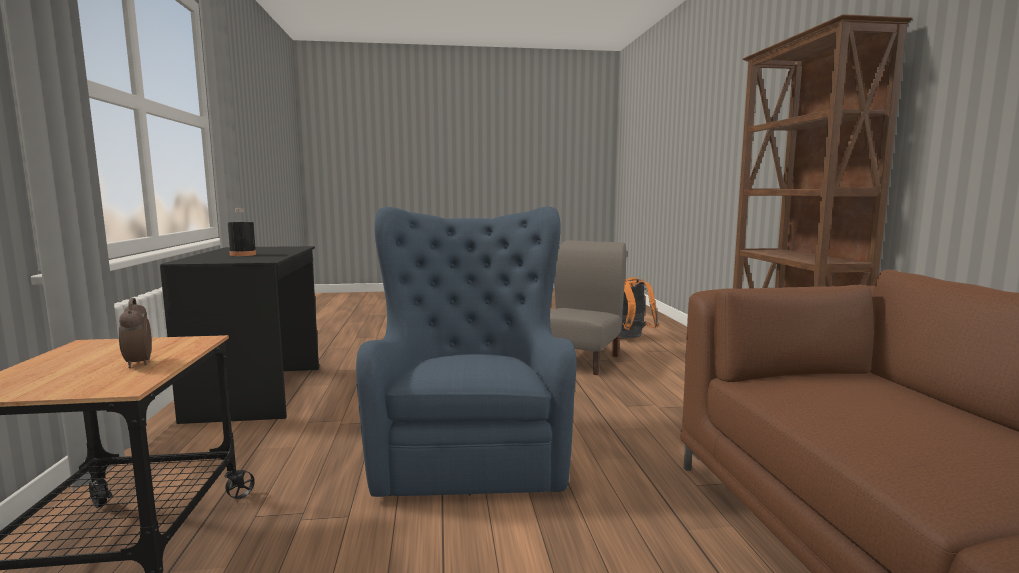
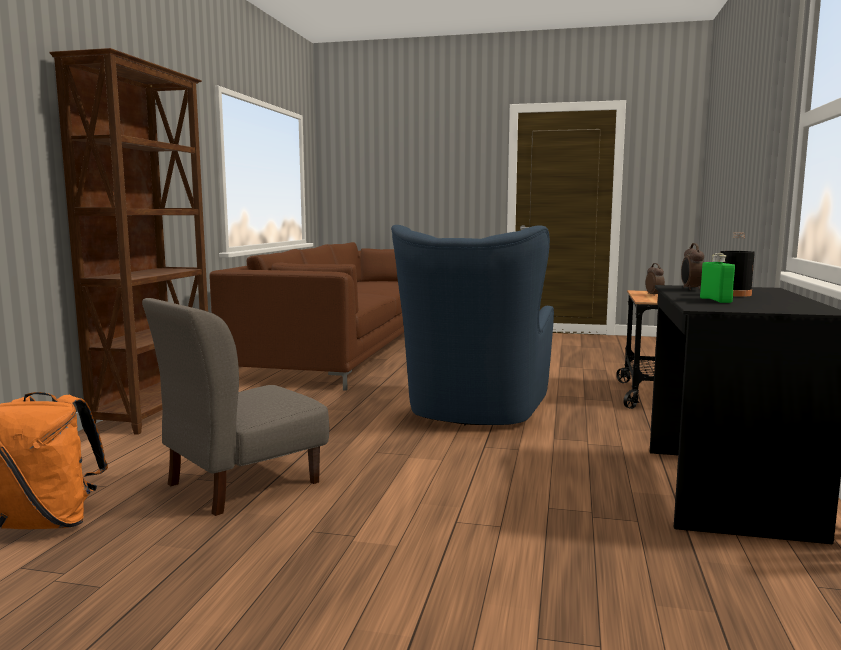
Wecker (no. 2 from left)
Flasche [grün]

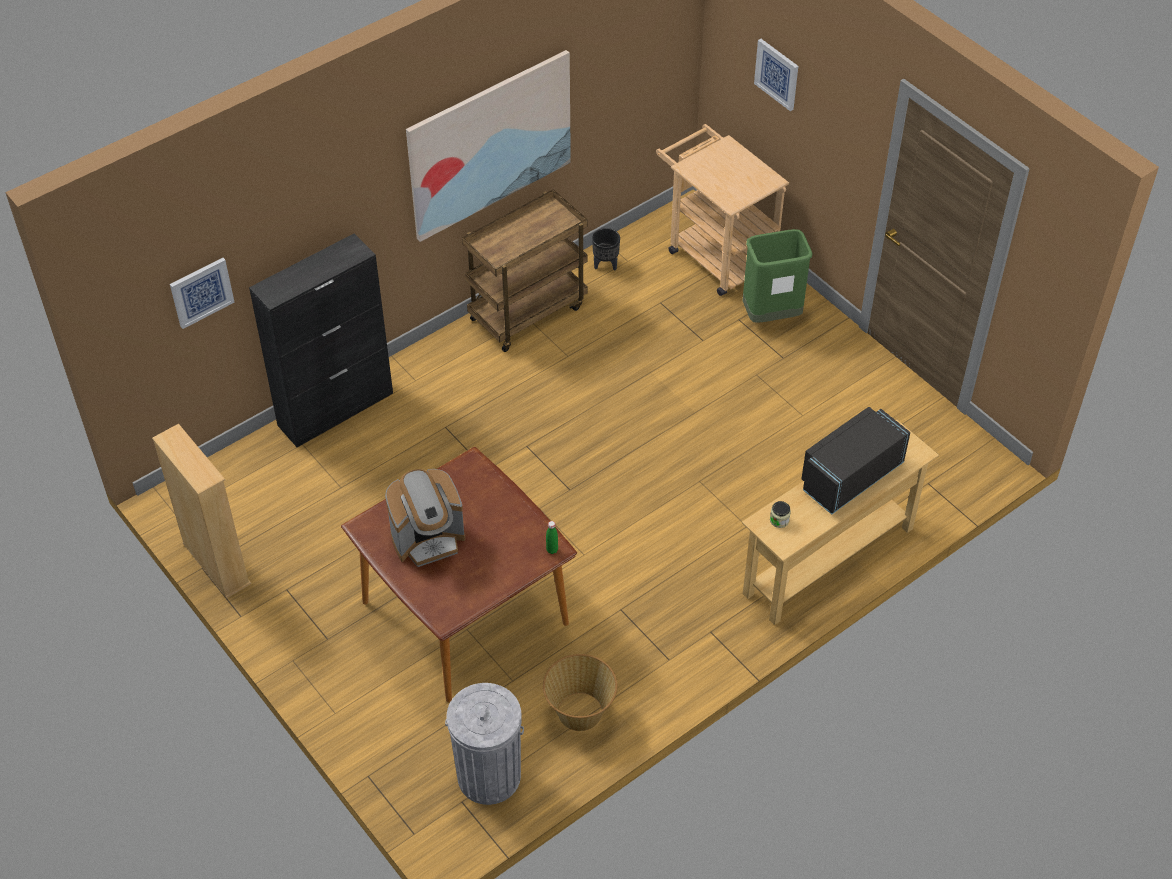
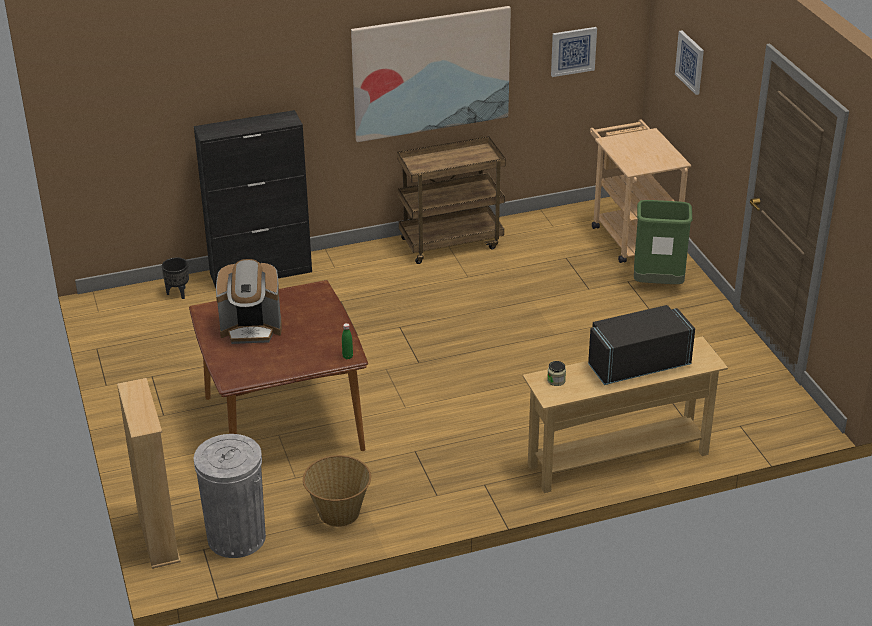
Bücherregal [beige]
Bild (no. 2 from left)
Pflanzkübel [schwarz]

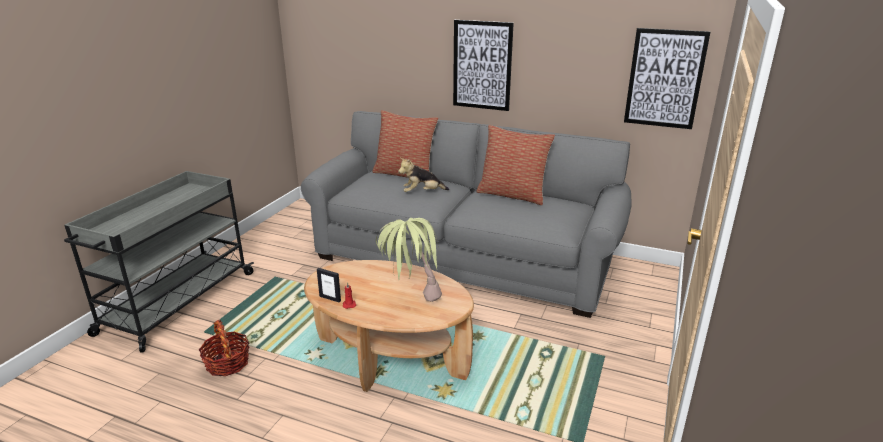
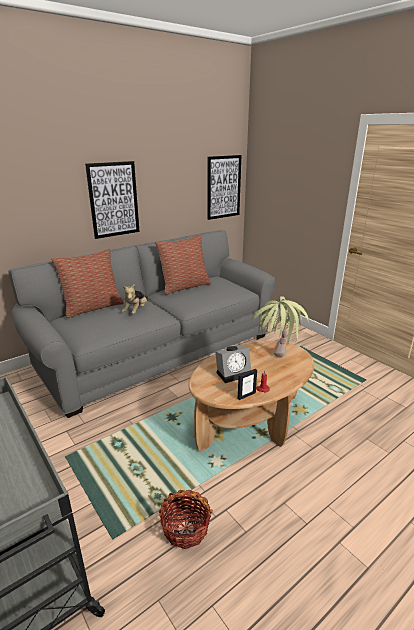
Wecker

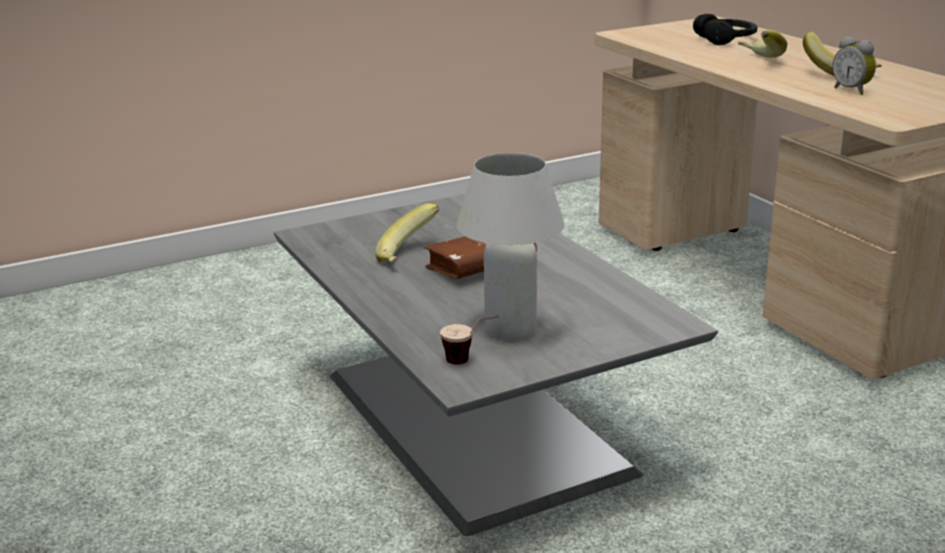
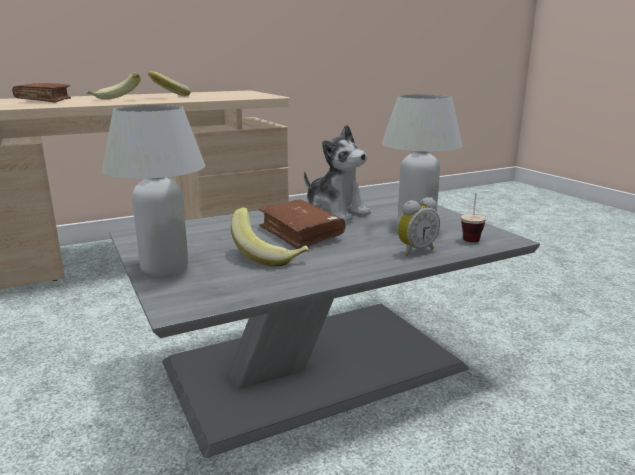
Buch [braun] (no. 1 from left)
Wecker
Tischlampe [weiß] (no. 1 from left)
Plüschtier

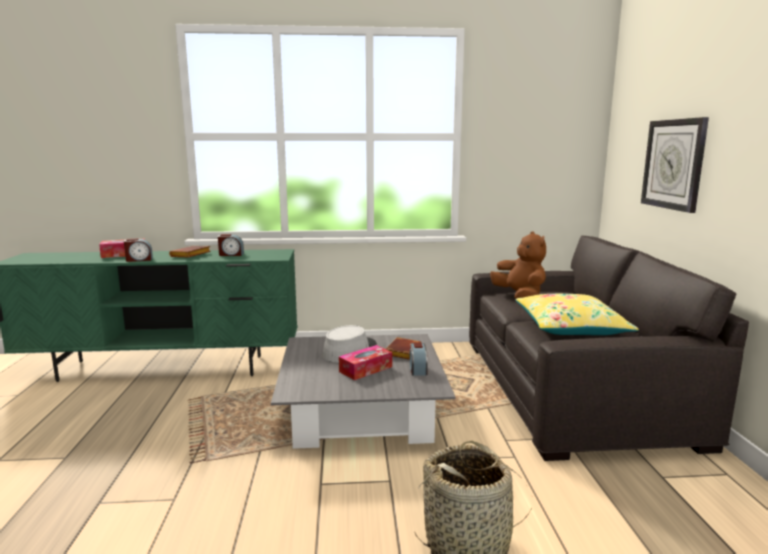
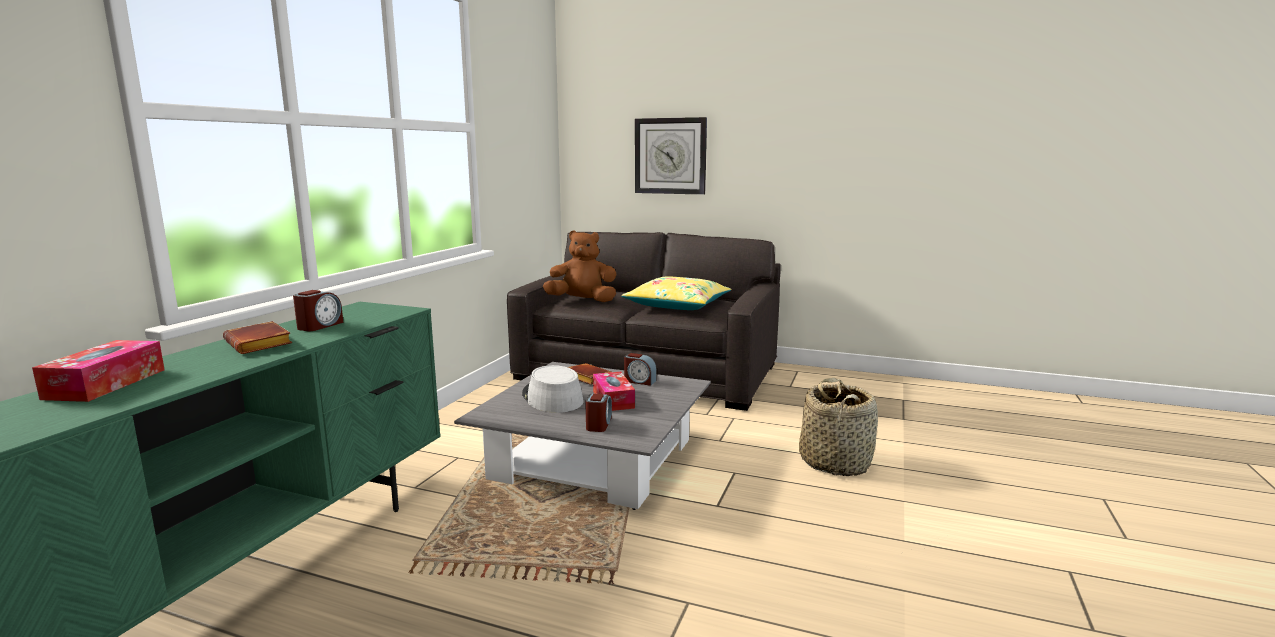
Wecker (no. 2 from left)

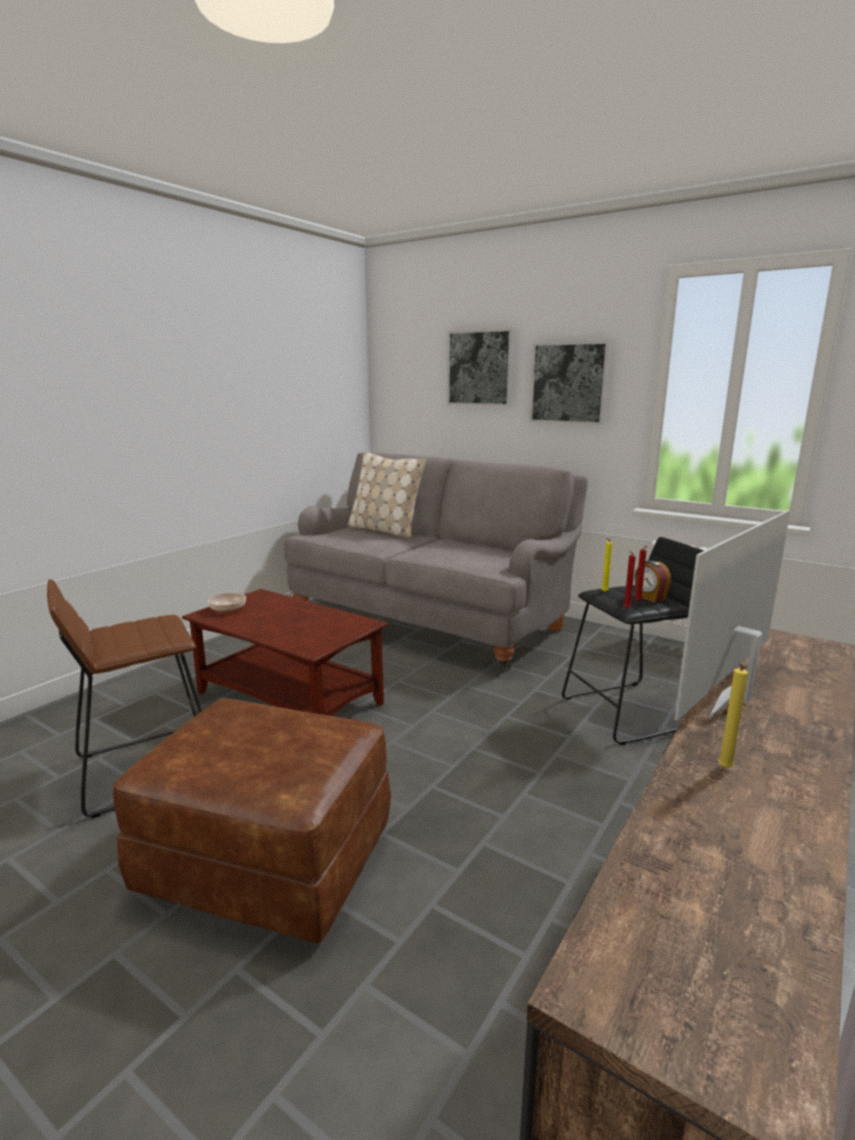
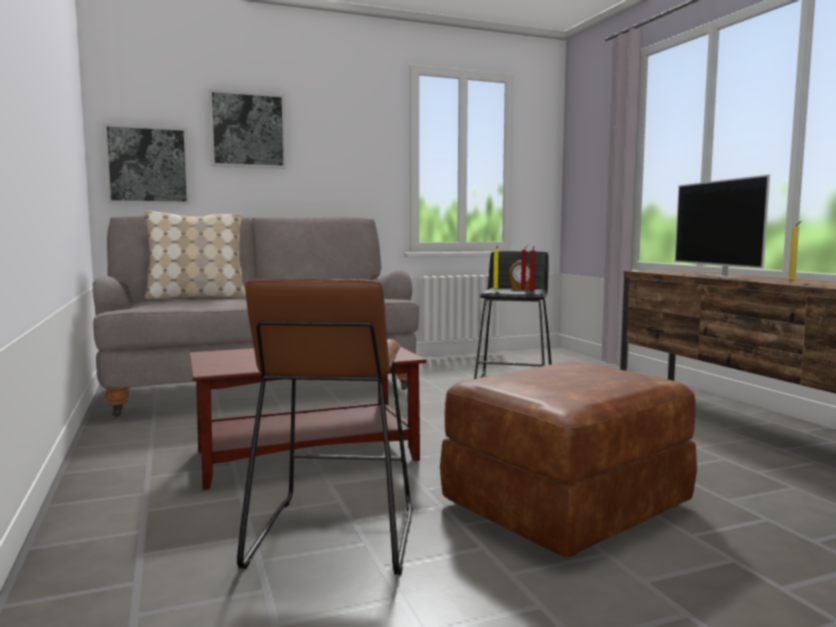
Schüssel
Bild (no. 1 from left)

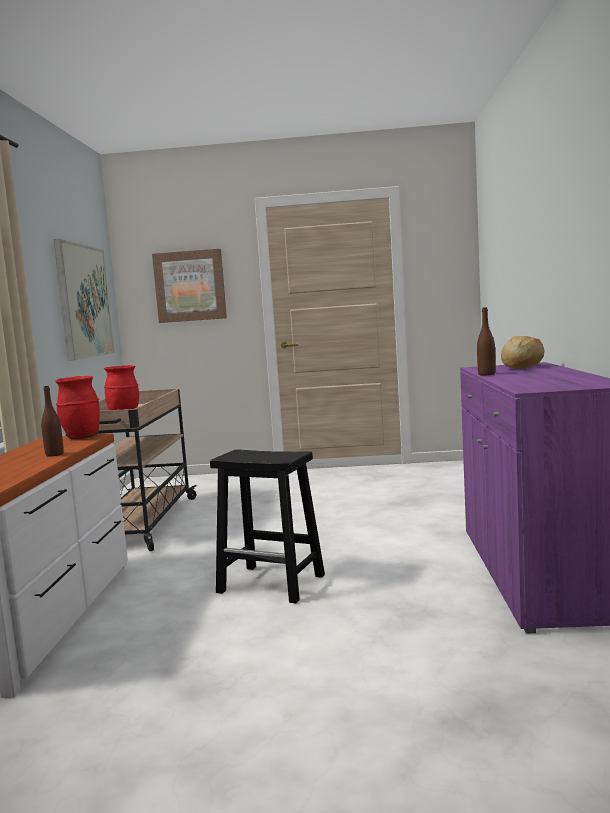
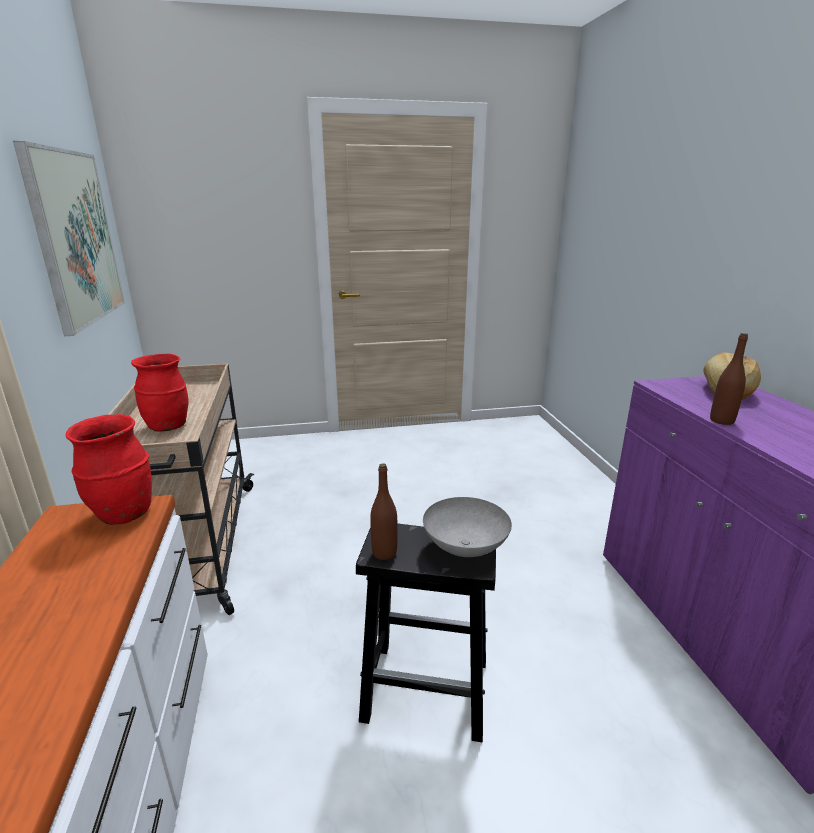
Flasche [braun] (no. 1 from left)
Bild (no. 2 from left in the first image)
Schüssel [grau]

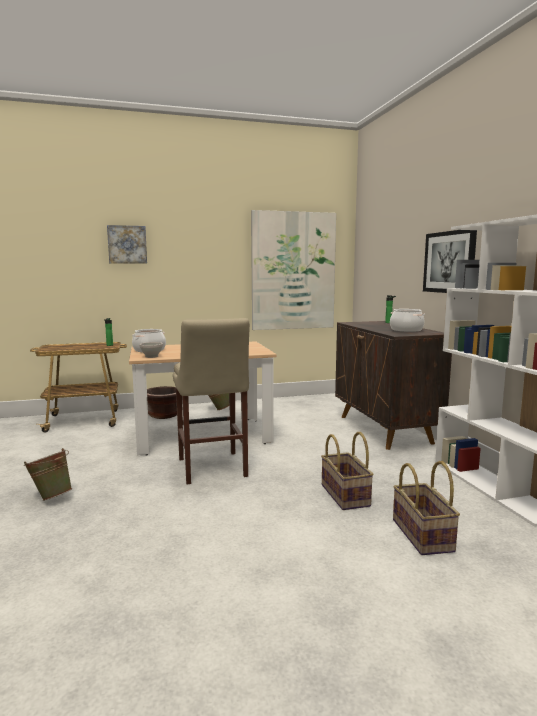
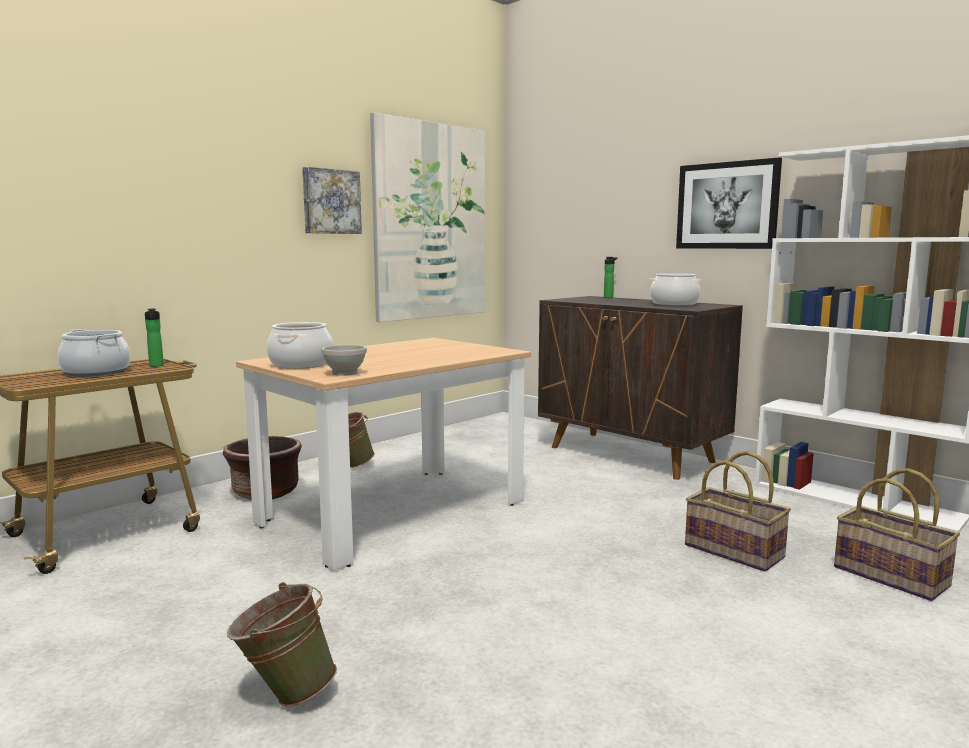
Bild (no. 1 from left)
Hocker [beige]
Kochtopf (no. 1 from left)

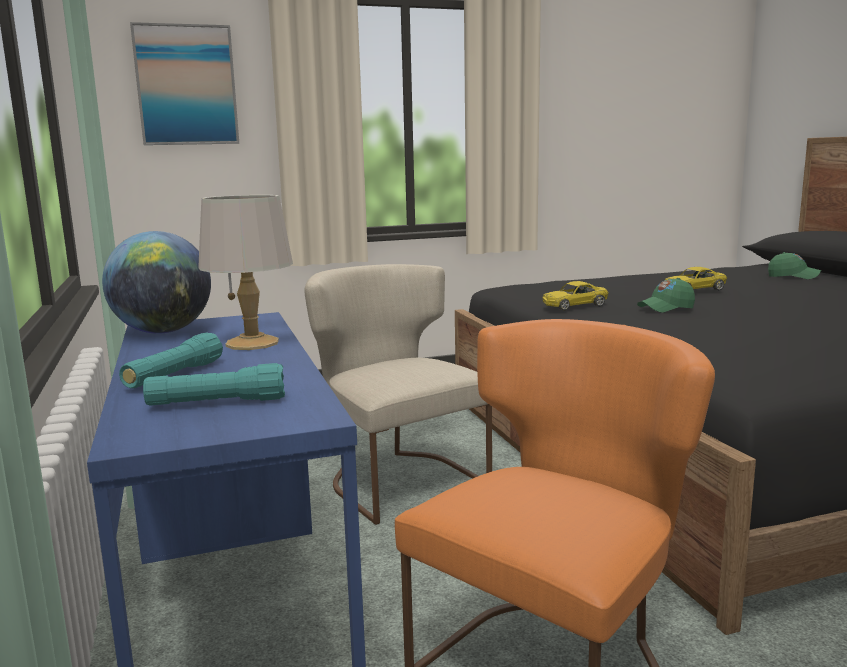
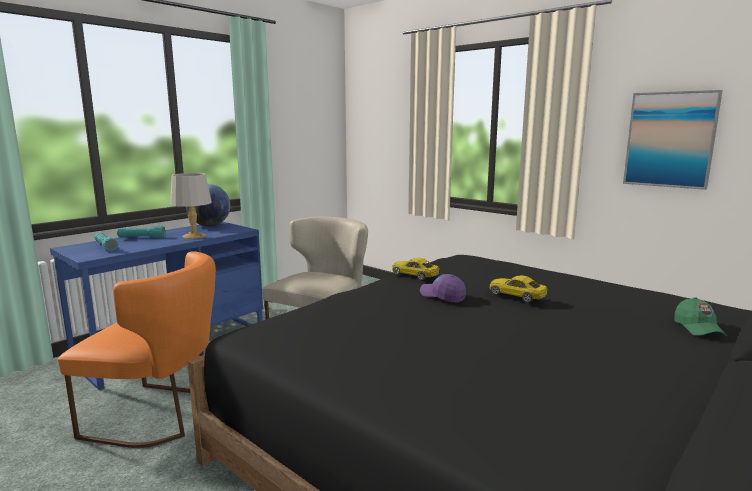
Bild
Kappe [lila]

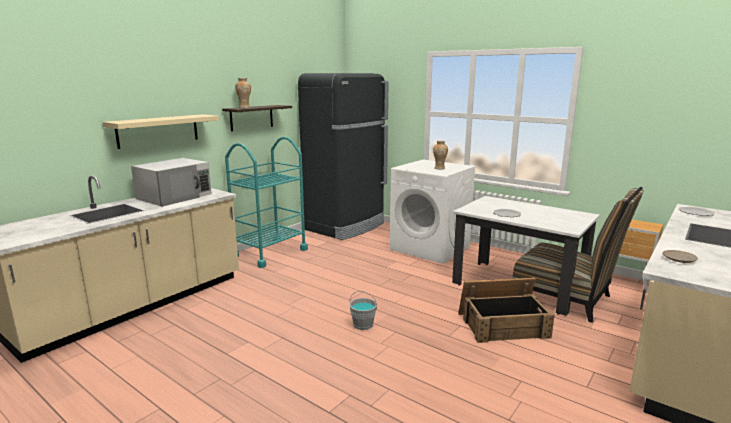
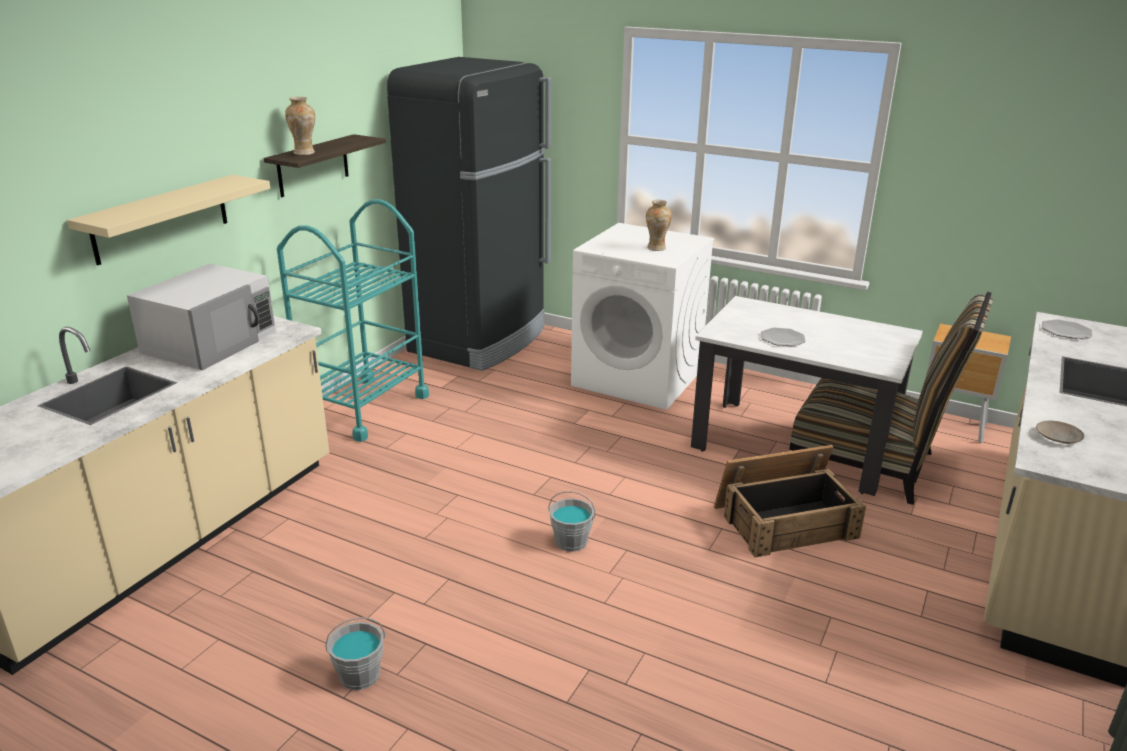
Eimer [grau] (no. 1 from left)

